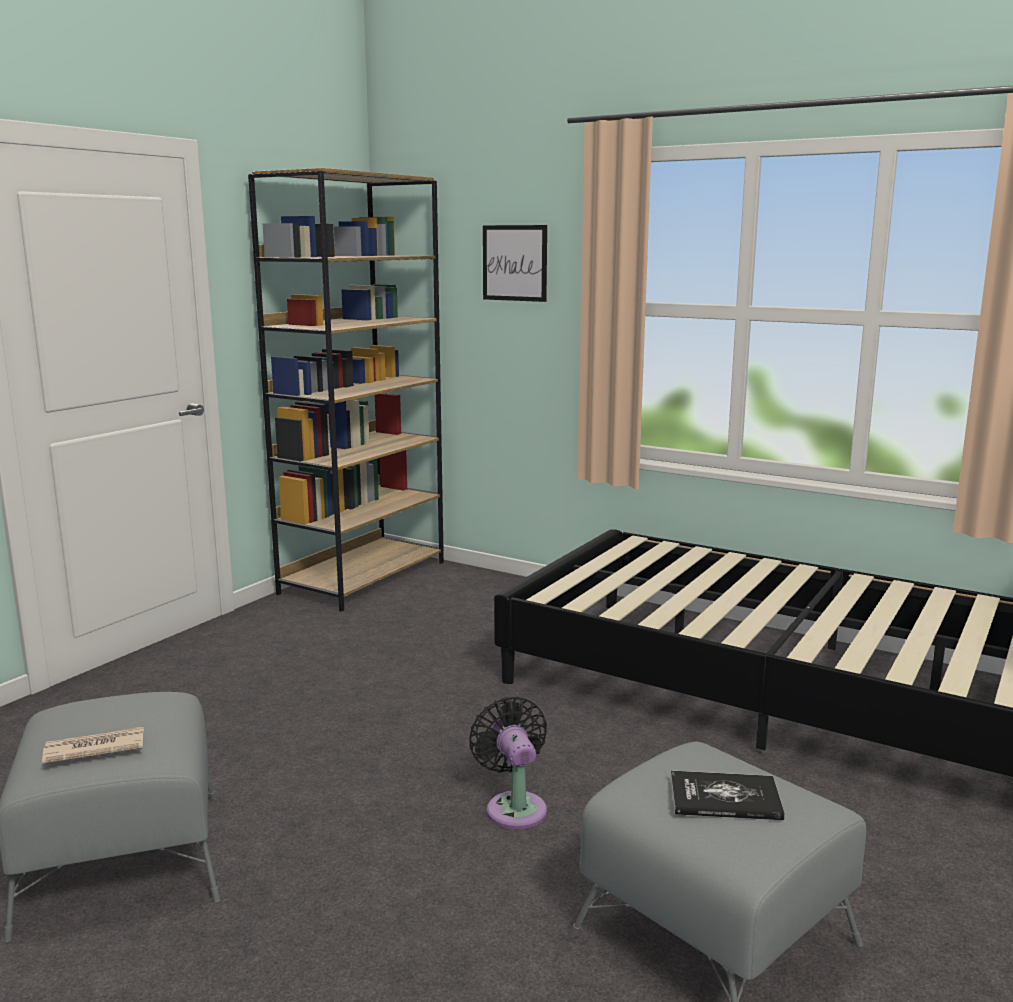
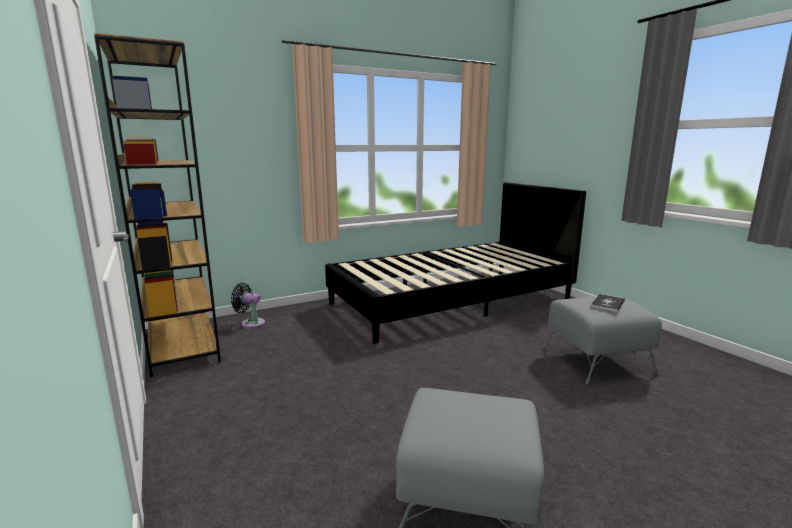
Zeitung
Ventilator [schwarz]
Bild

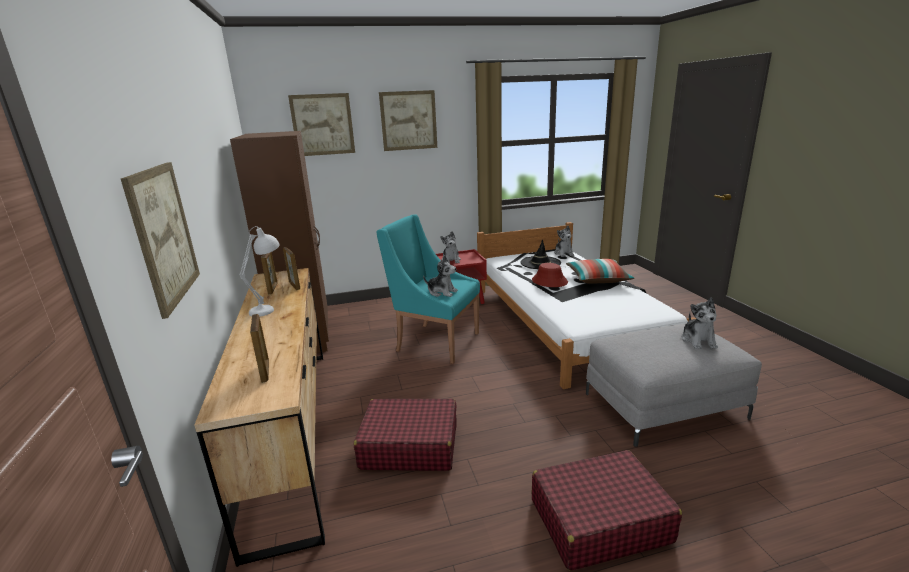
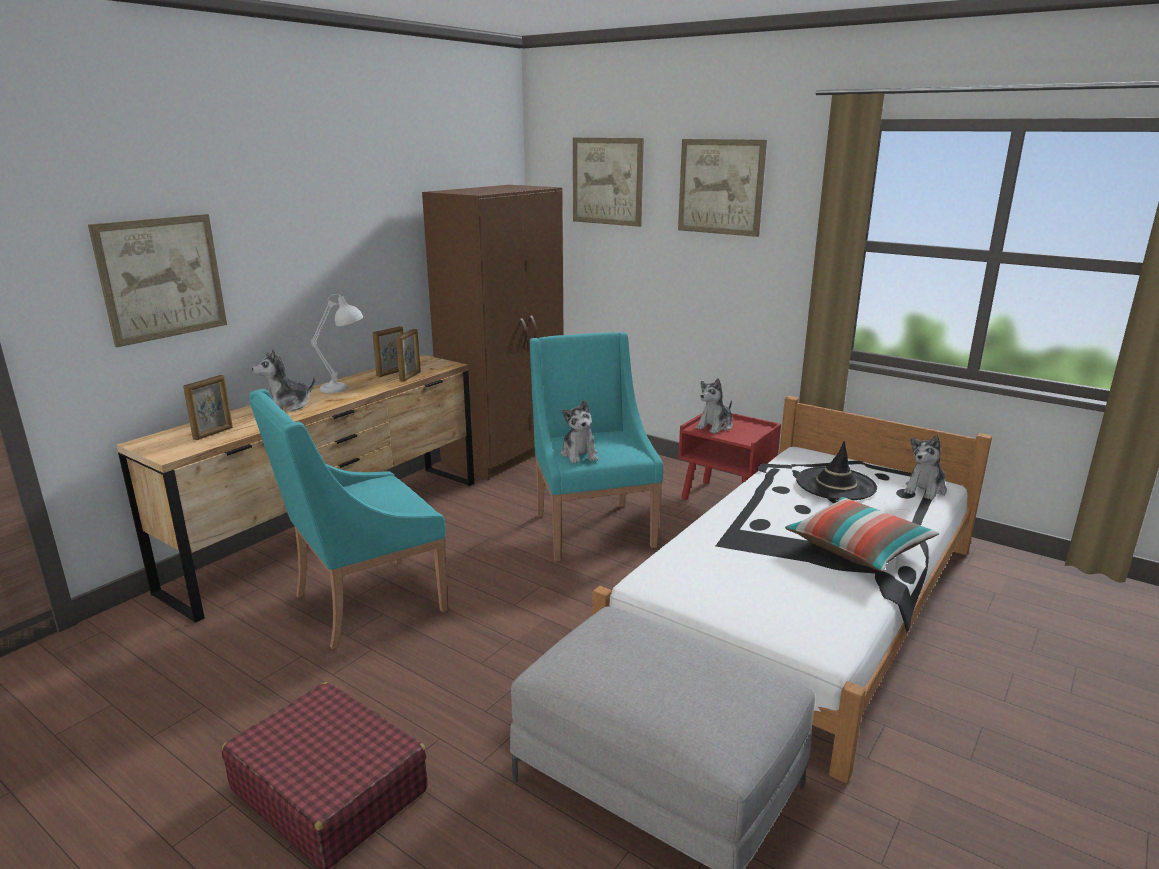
Sessel [türkis] (no. 1 from left)
Hut [rot]
Plüschtier (no. 1 from left)

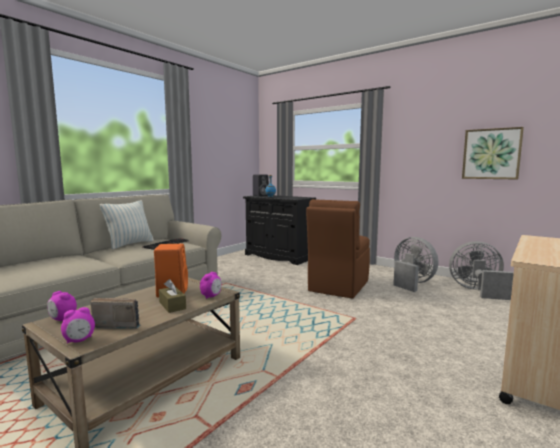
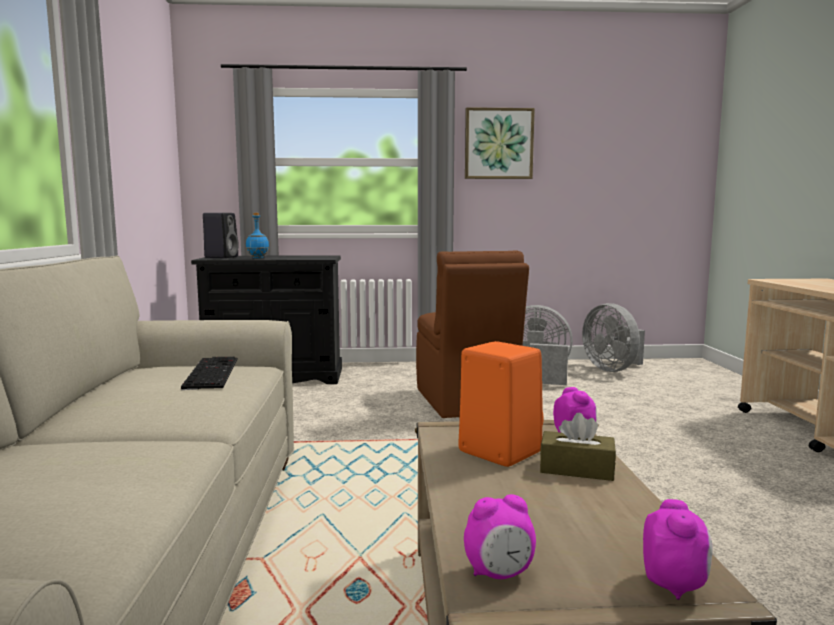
Radio
Kissen
Ventilator [grau] (no. 2 from left)
Bild

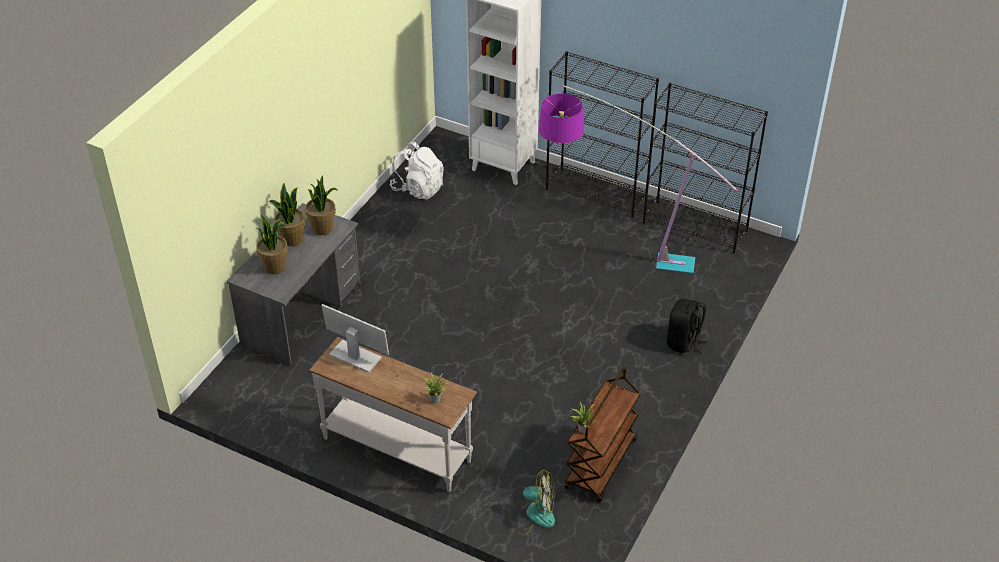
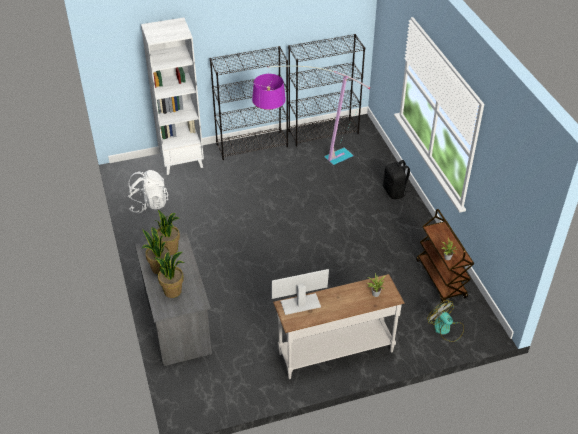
Ventilator

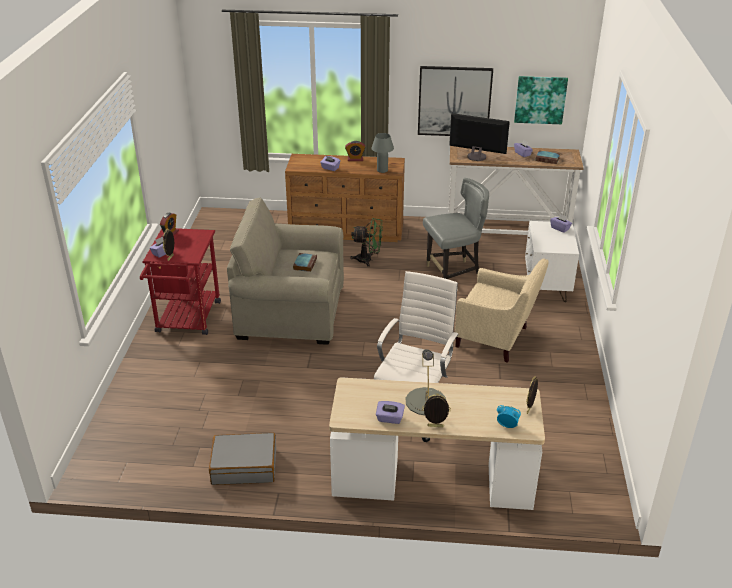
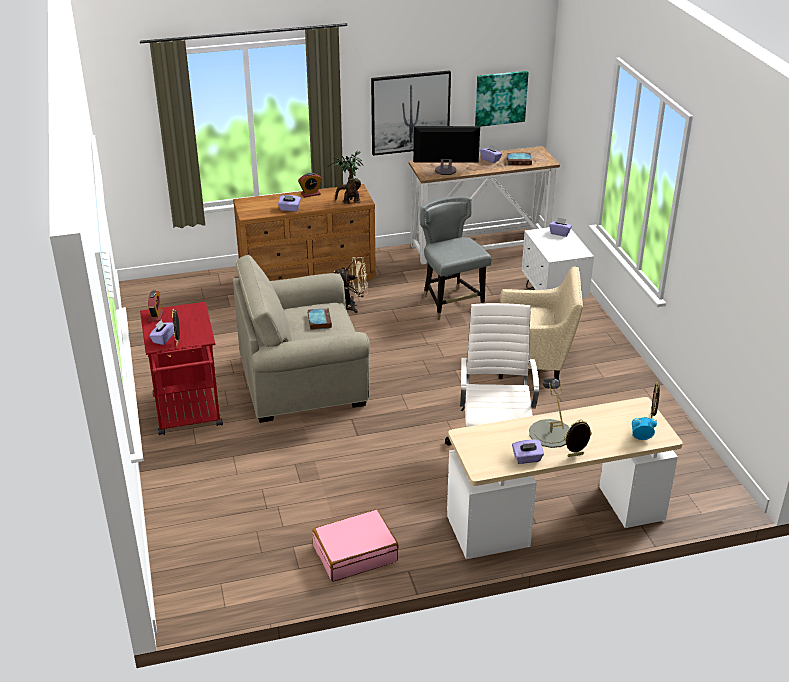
Koffer [rosa]
Ventilator [beige]
Topfpflanze
Stuhl [grau]

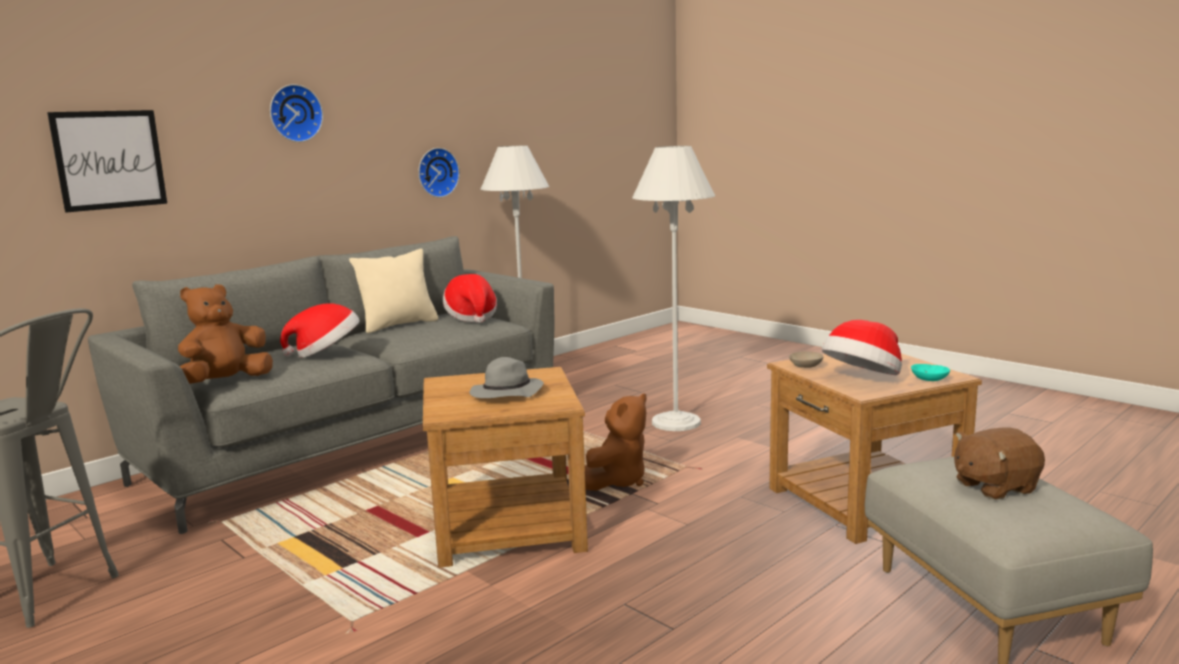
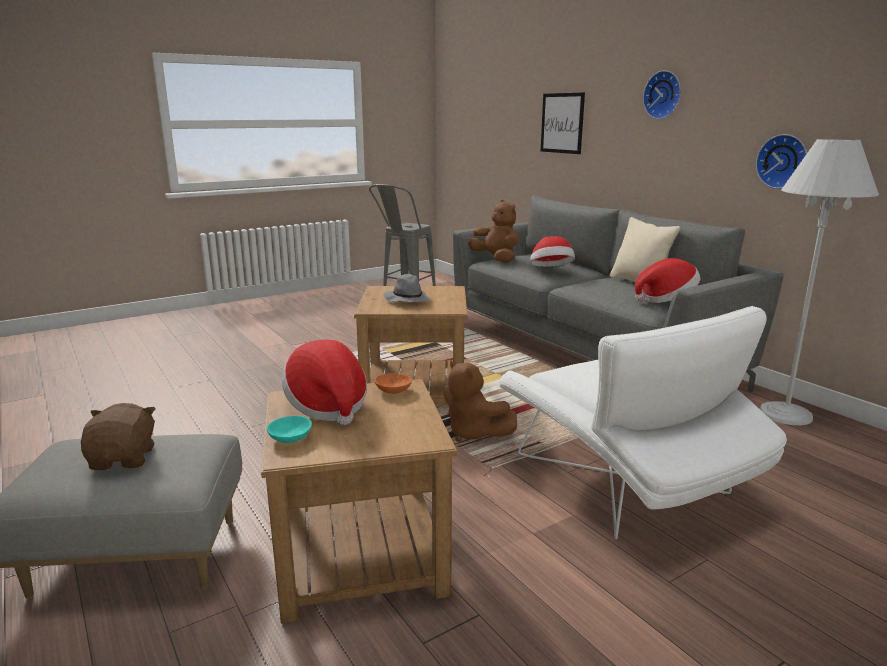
Sessel [weiß]
Schüssel [orange]

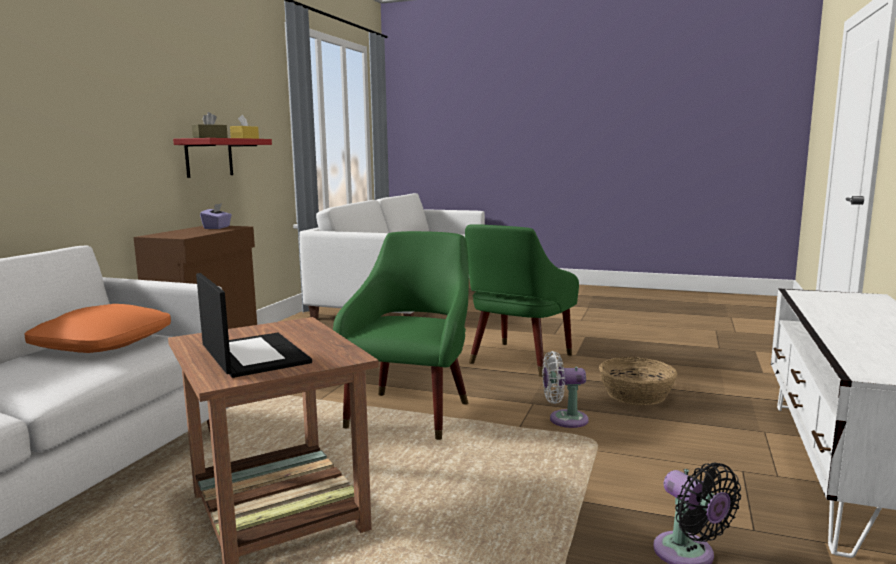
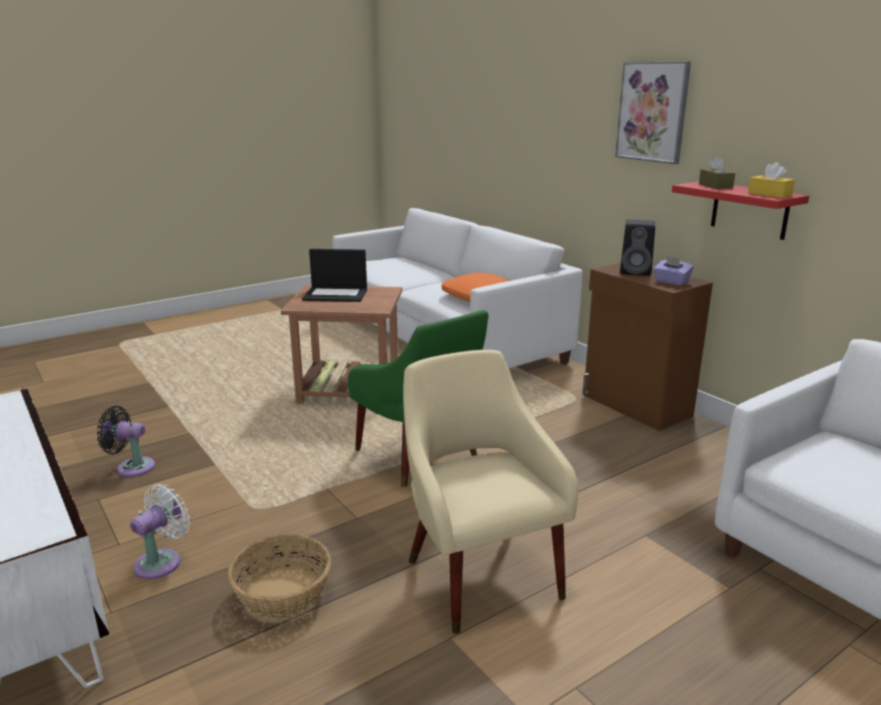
Sessel [beige]
Ventilator [weiß]
Bild
Lautsprecher [schwarz]

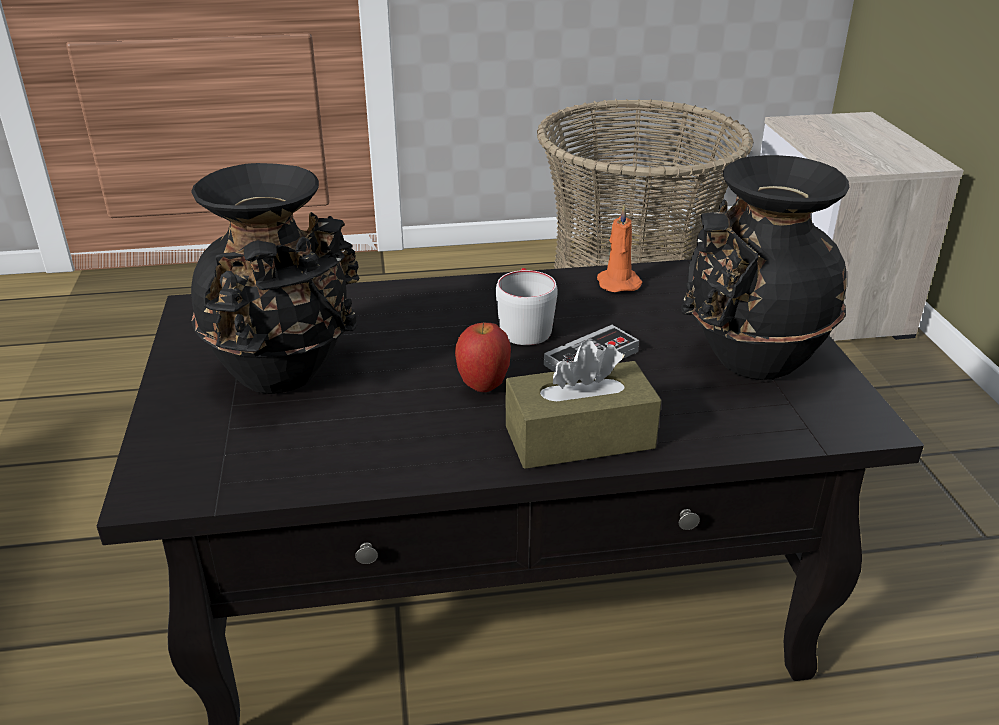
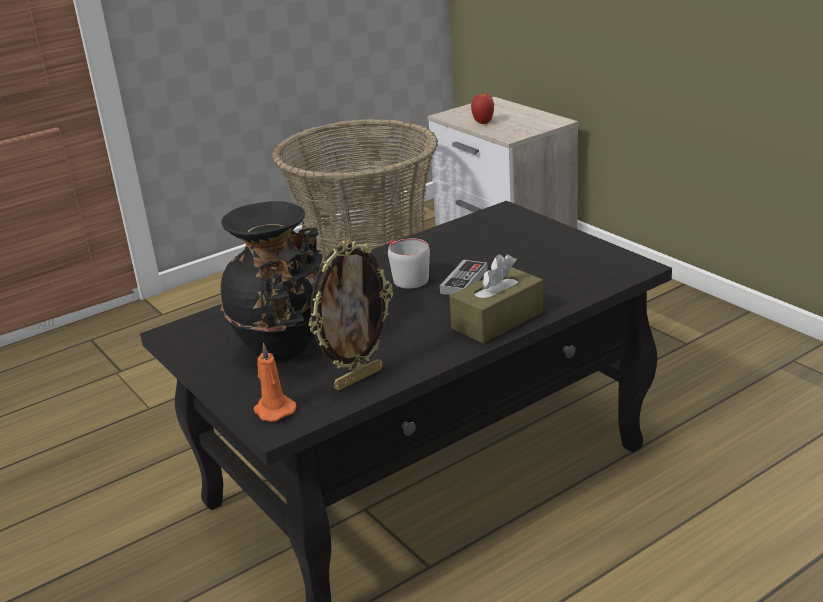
Apfel
Kerze [orange]
Vase [schwarz] (no. 2 from left in the first image)
Bilderrahmen

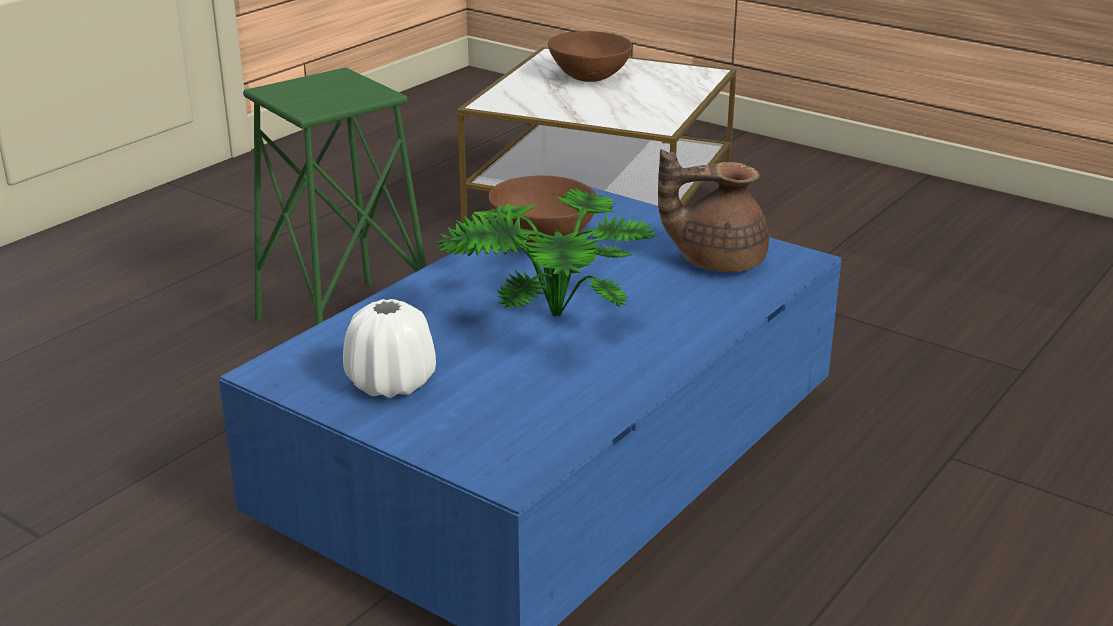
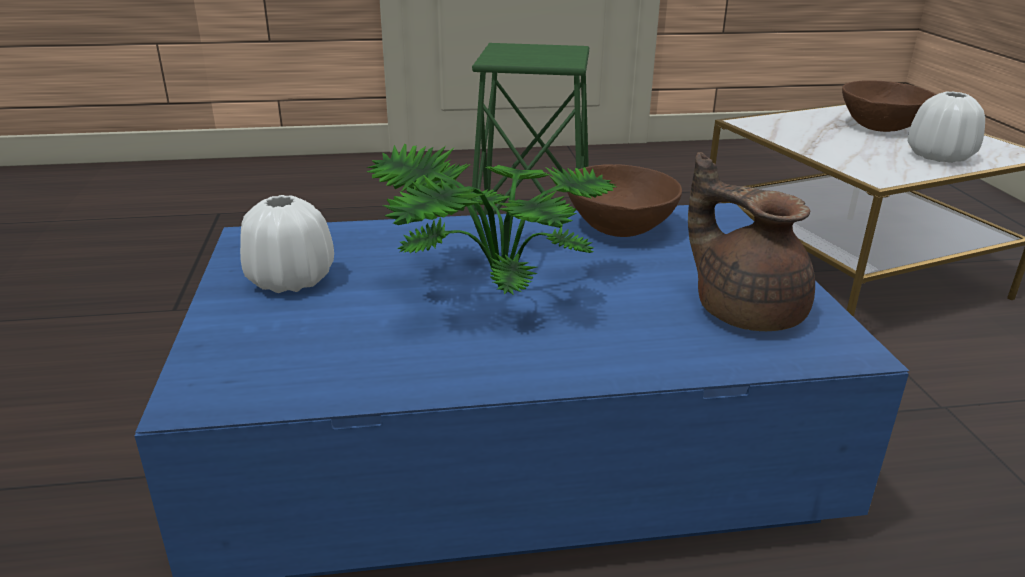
Vase [weiß] (no. 2 from left)

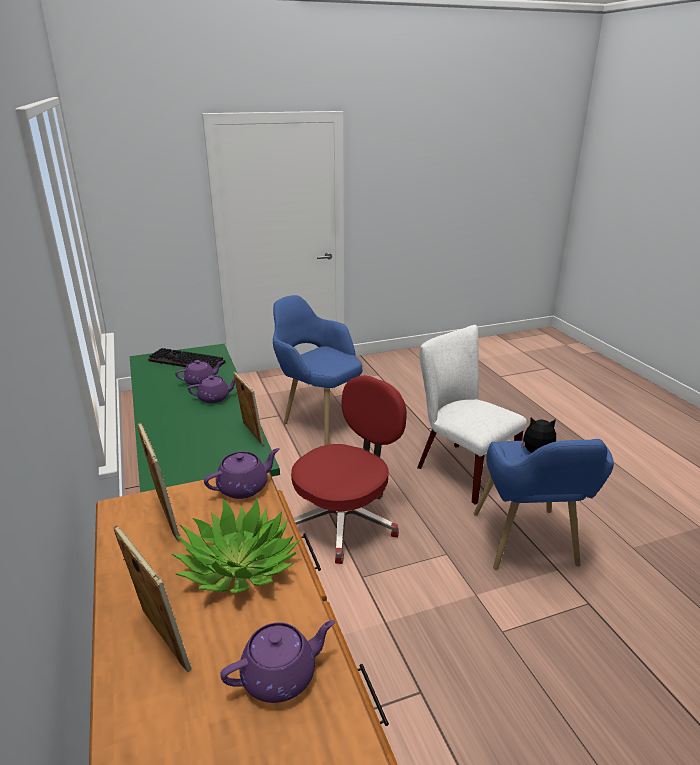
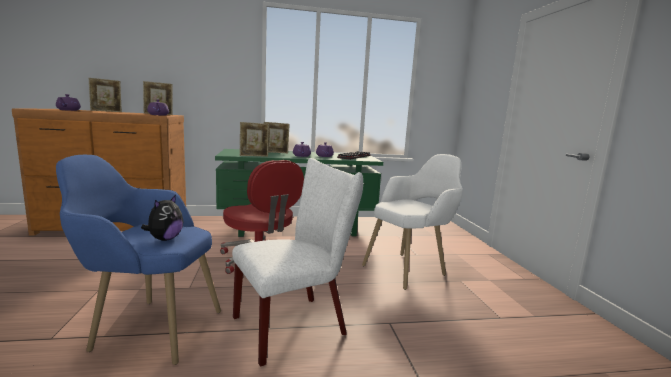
Topfpflanze
Sessel [weiß]
Bilderrahmen (no. 4 from left)

